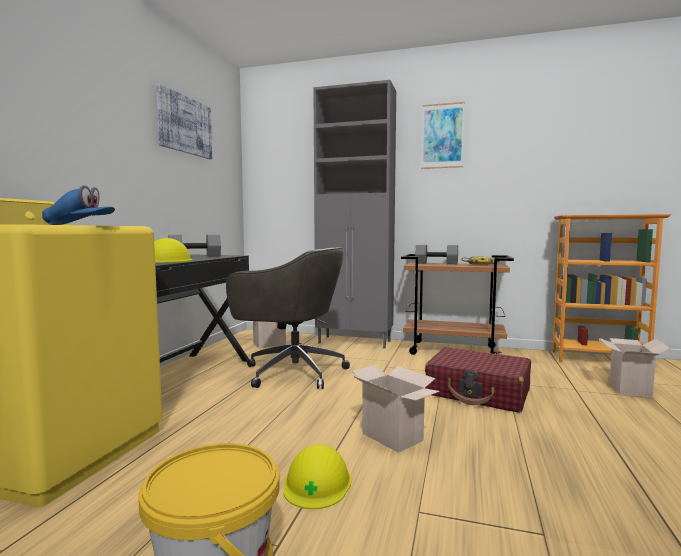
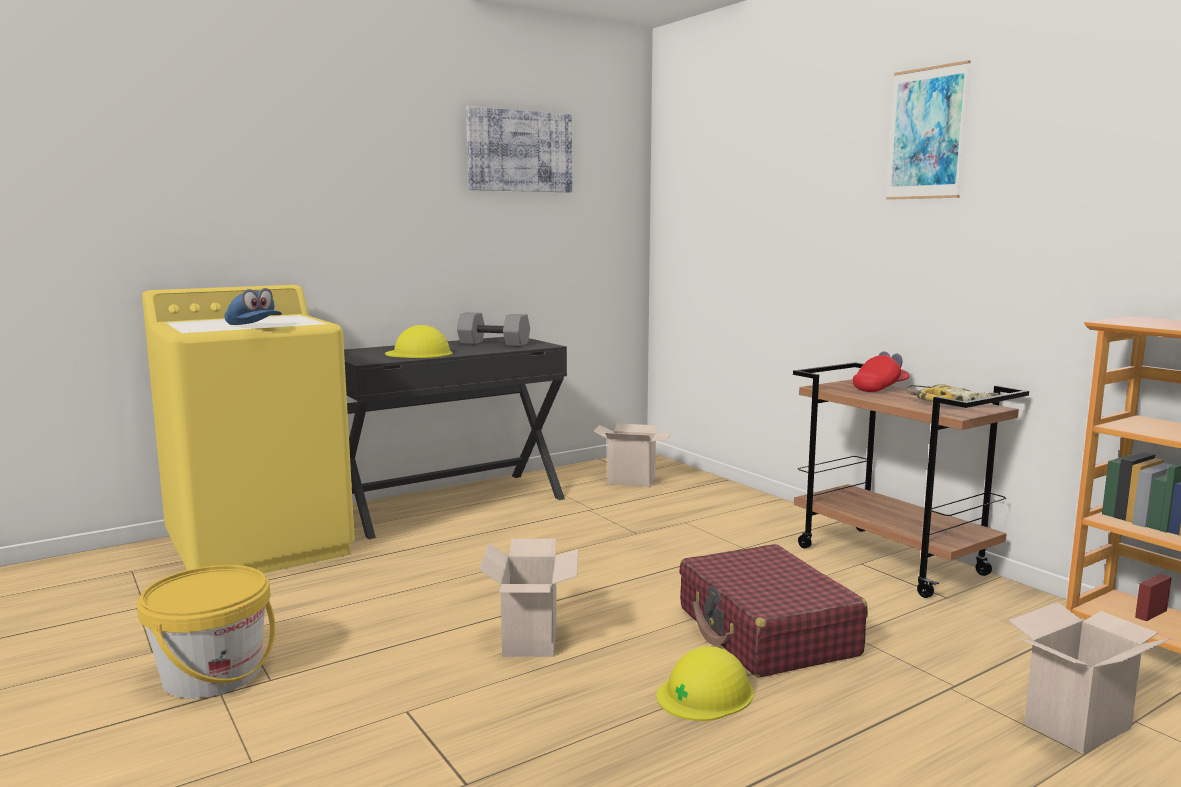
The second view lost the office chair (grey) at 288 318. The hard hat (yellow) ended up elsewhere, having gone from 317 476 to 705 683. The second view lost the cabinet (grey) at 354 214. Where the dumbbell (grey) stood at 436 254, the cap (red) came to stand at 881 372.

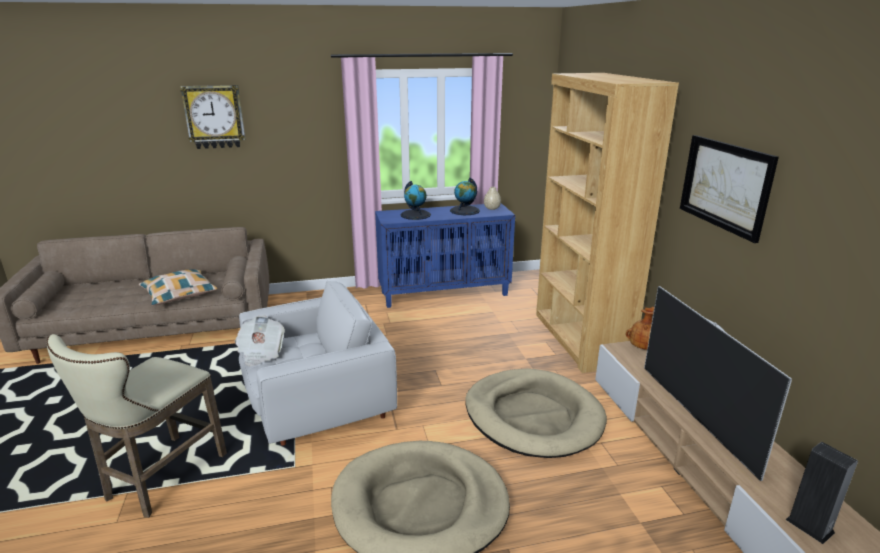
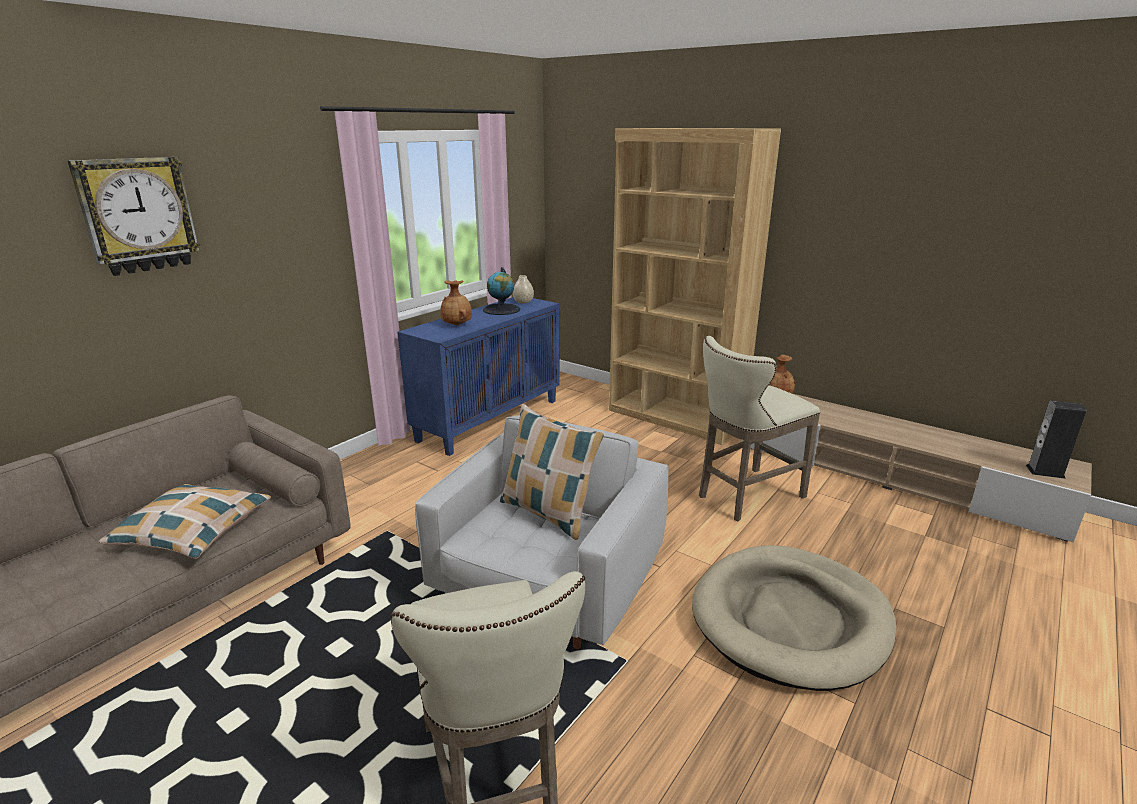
The second view lost the newspaper at 260 340. Where the globe stood at 415 200, the vase (brown) came to stand at 456 302. Where the dog bed (beige) stood at 536 413, the stool (beige) came to stand at 759 429. The second view lost the television at 718 383. The second view lost the picture at 729 189. The second view gained the pillow at 552 472.

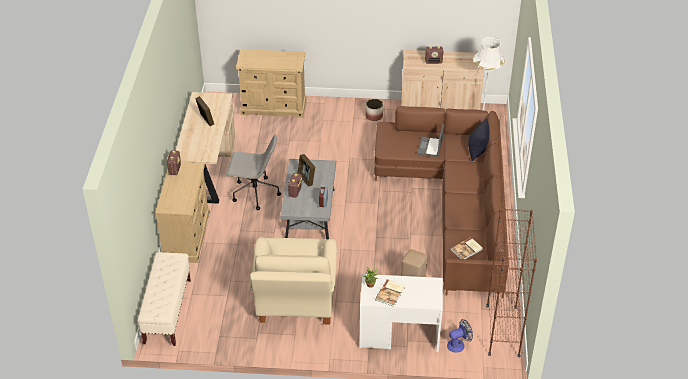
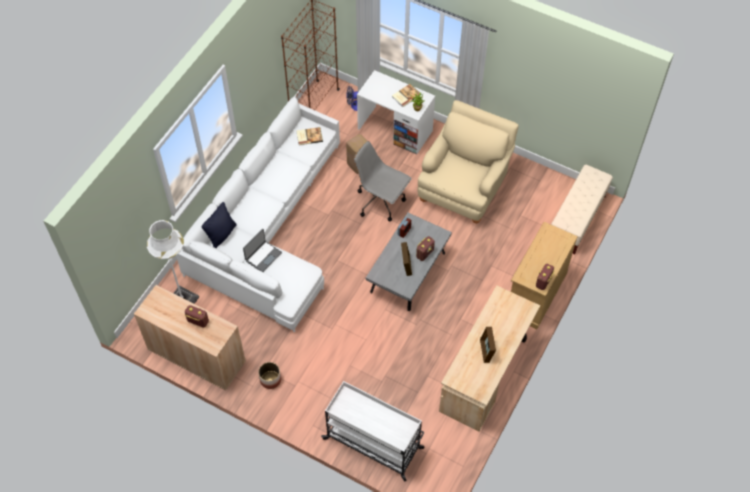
The office chair (grey) ended up elsewhere, having gone from 253 172 to 383 181. Where the dresser (beige) stood at 271 83, the cart (white) came to stand at 373 431. What was the sofa (brown) at 441 202 turned into the sofa (white) at 258 215.

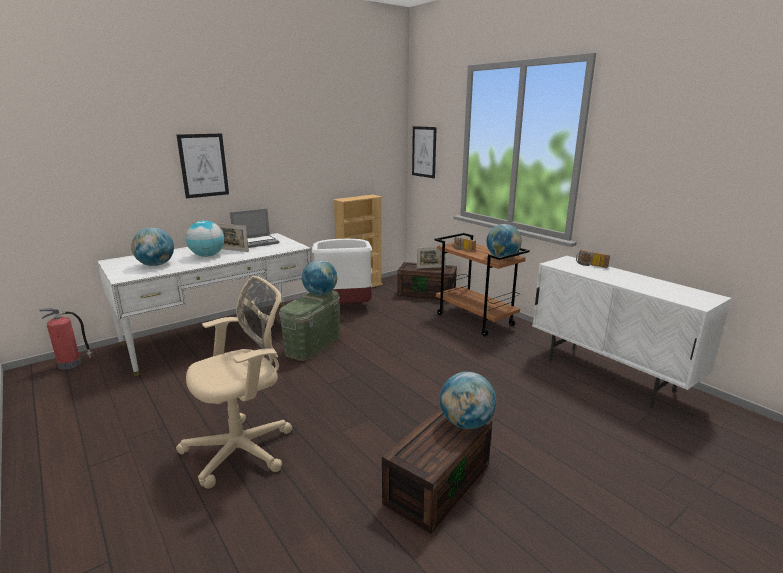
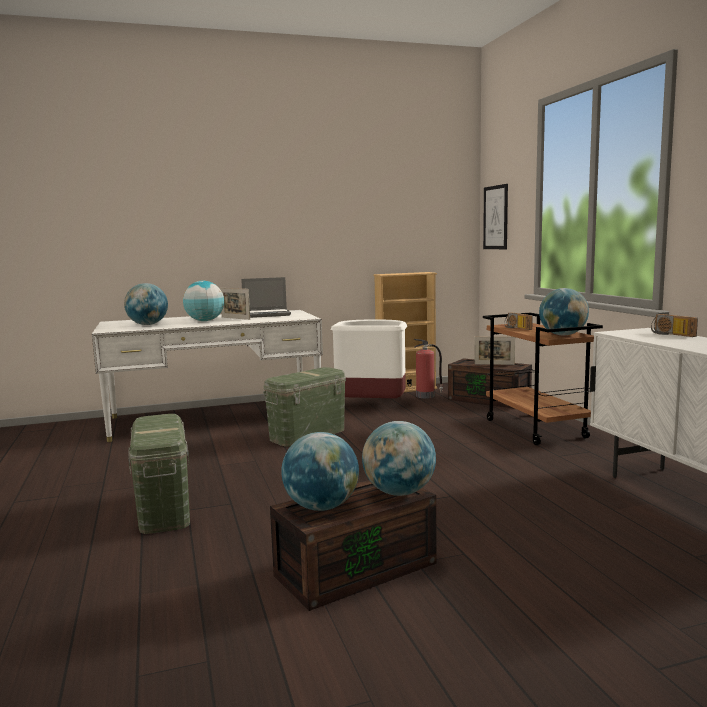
The fire extinguisher ended up elsewhere, having gone from 66 339 to 428 369. Where the office chair (beige) stood at 234 382, the storage box (green) came to stand at 159 474. The second view lost the picture at 203 165. The globe ended up elsewhere, having gone from 319 277 to 320 471.

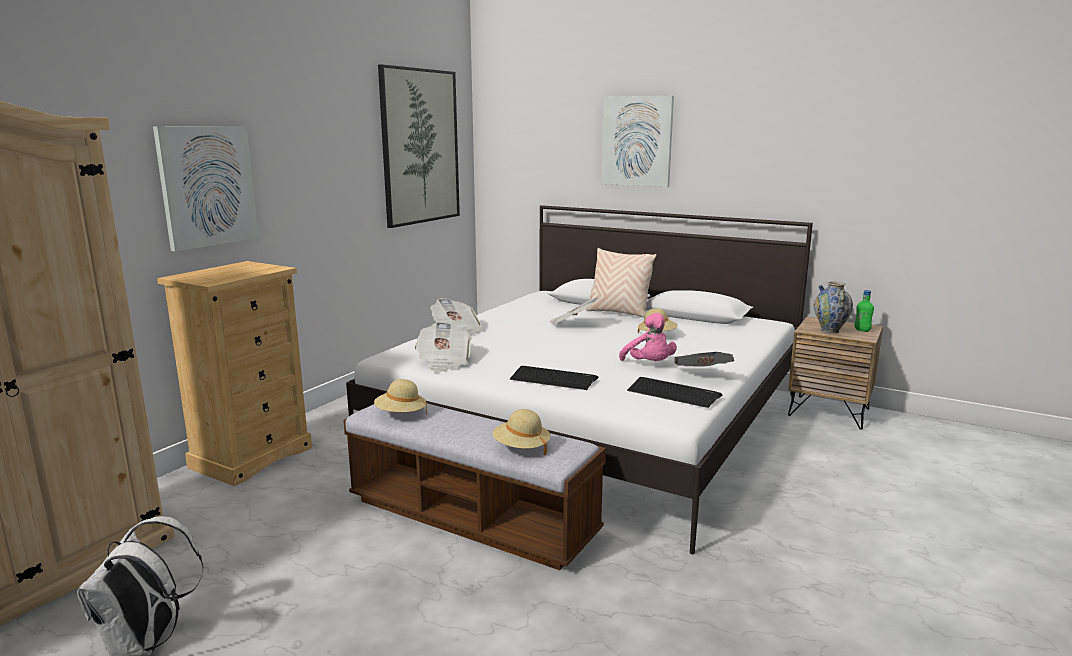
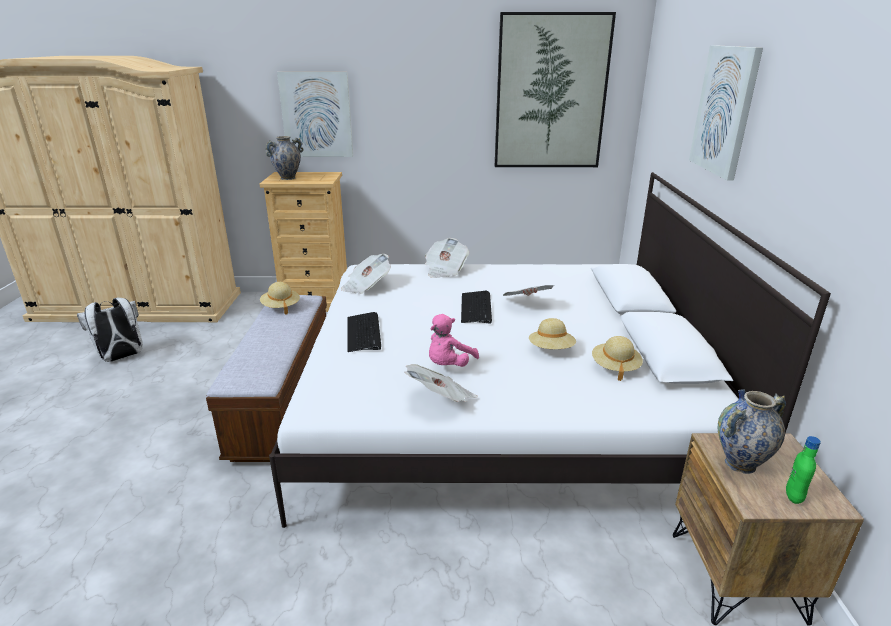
The hat (beige) ended up elsewhere, having gone from 521 432 to 617 358. The second view lost the pillow (beige) at 621 283. The keyboard ended up elsewhere, having gone from 674 392 to 476 307. The second view gained the vase at 284 158.

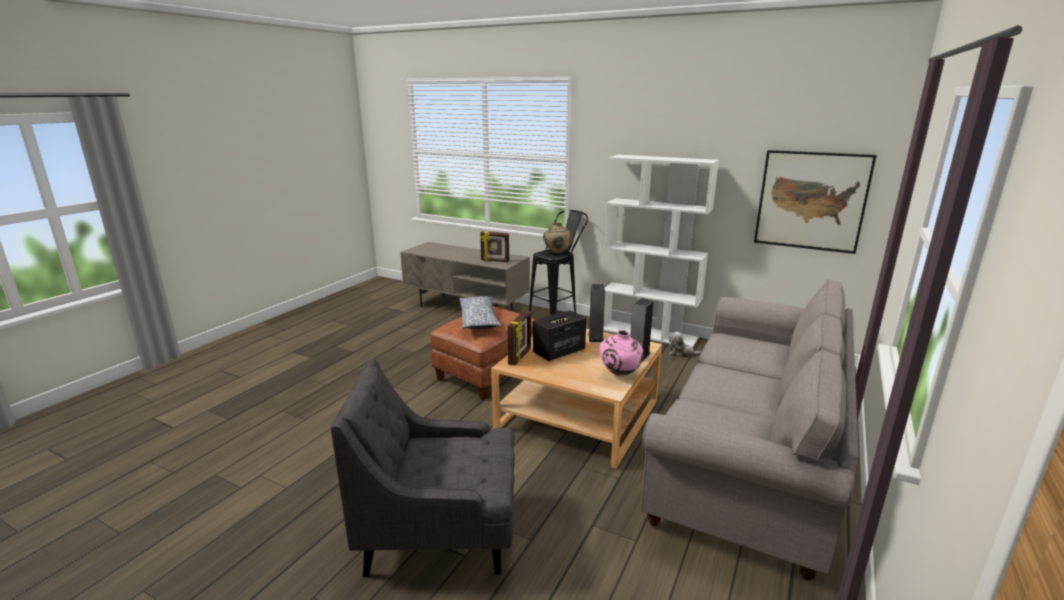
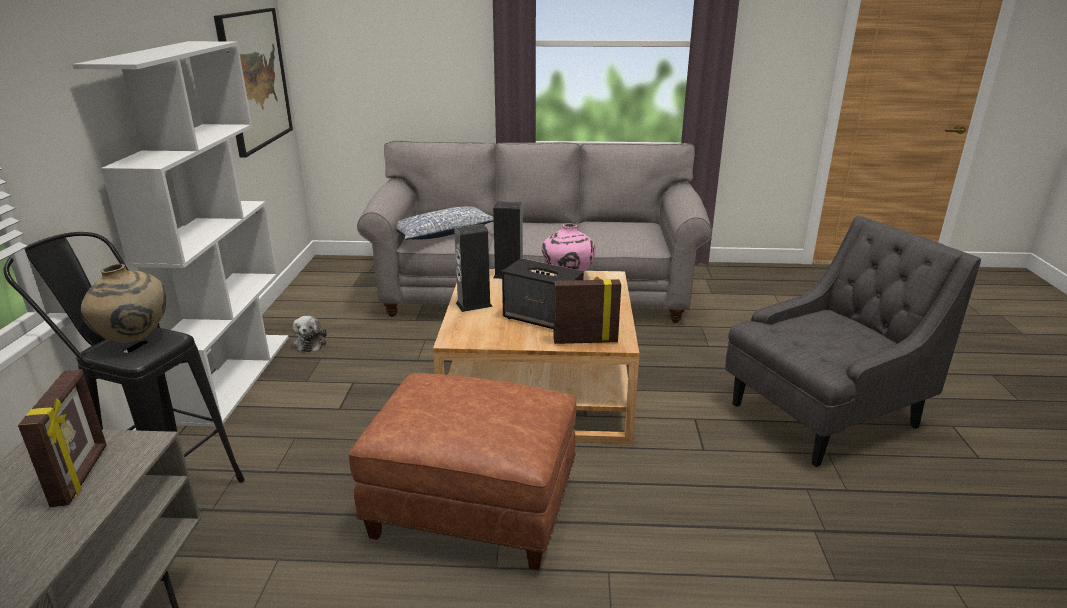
The armchair (grey) at 423 468 ended up facing another way, 90 degrees counterclockwise from before. The pillow ended up elsewhere, having gone from 480 312 to 445 223.

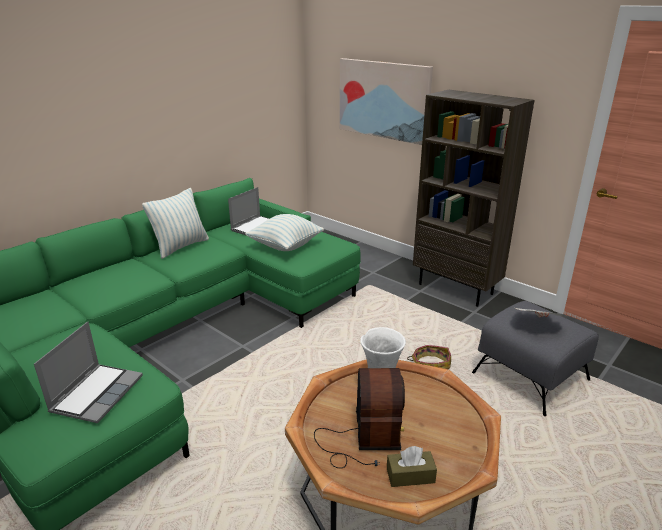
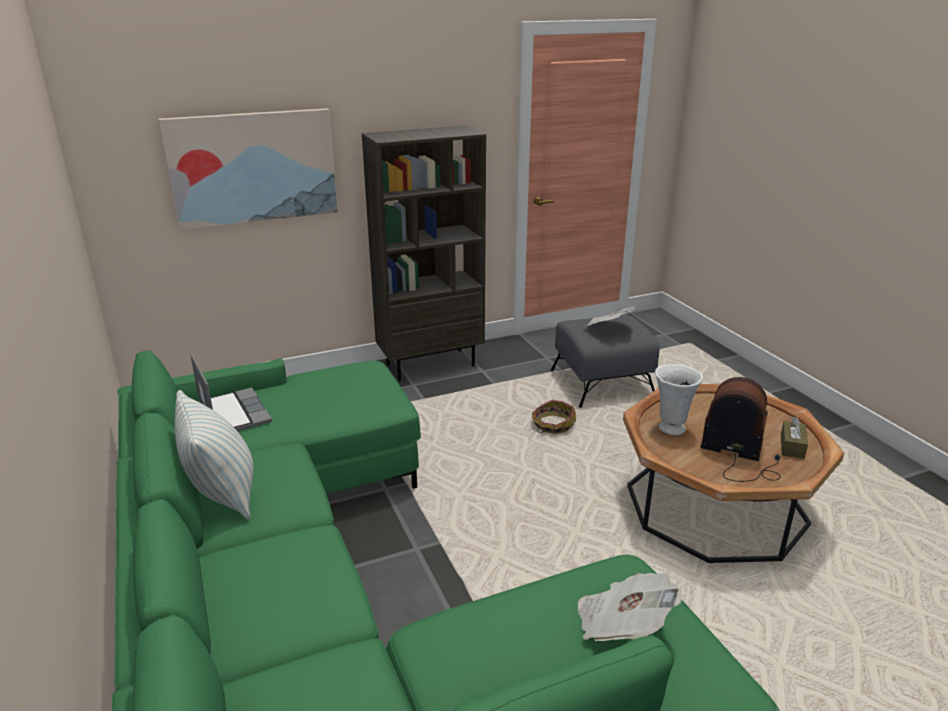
Where the laptop stood at 88 372, the newspaper came to stand at 630 607. The second view lost the pillow at 284 232.

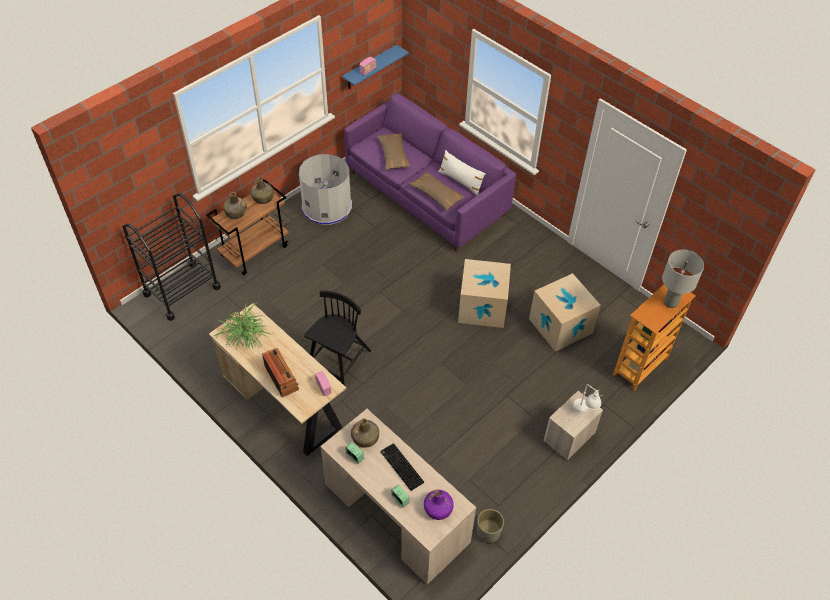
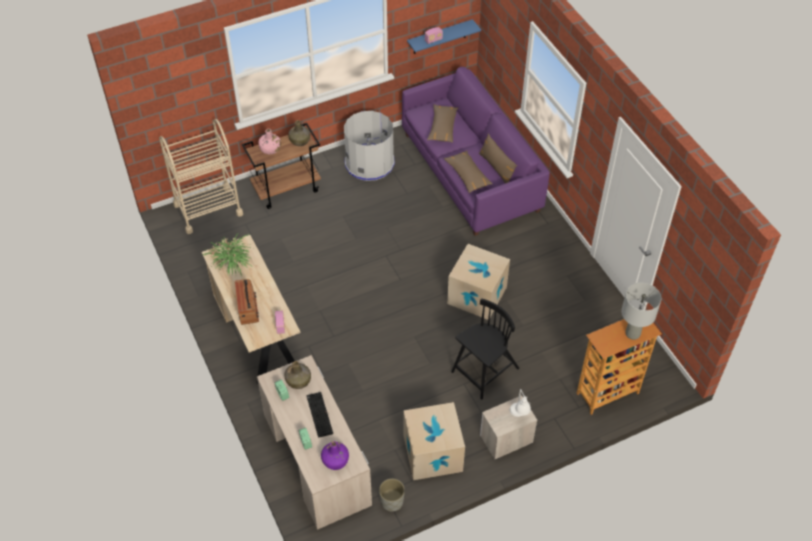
What was the cart (black) at 171 257 turned into the cart (beige) at 201 176. What was the bottle (green) at 235 205 turned into the bottle (pink) at 269 141. The chair (black) ended up elsewhere, having gone from 337 338 to 485 348. What was the pillow (white) at 462 173 turned into the pillow (brown) at 498 158. The cardboard box ended up elsewhere, having gone from 565 312 to 434 441.

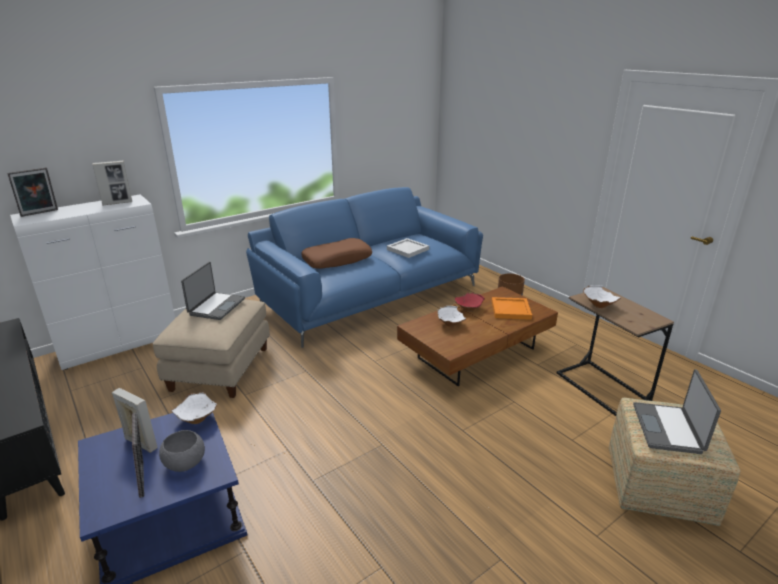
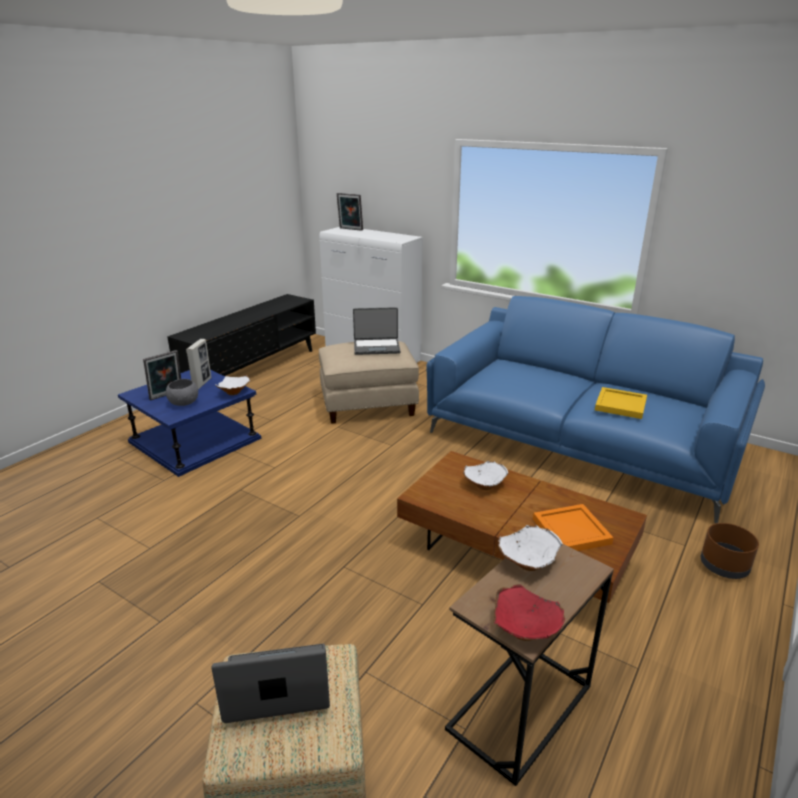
The second view lost the picture frame at 112 183. The second view lost the pillow (brown) at 336 253. What was the tray (white) at 408 248 turned into the tray (yellow) at 621 403. The bowl (red) ended up elsewhere, having gone from 469 302 to 529 612.

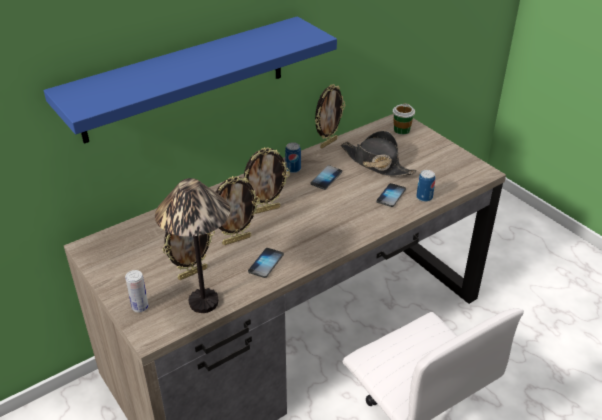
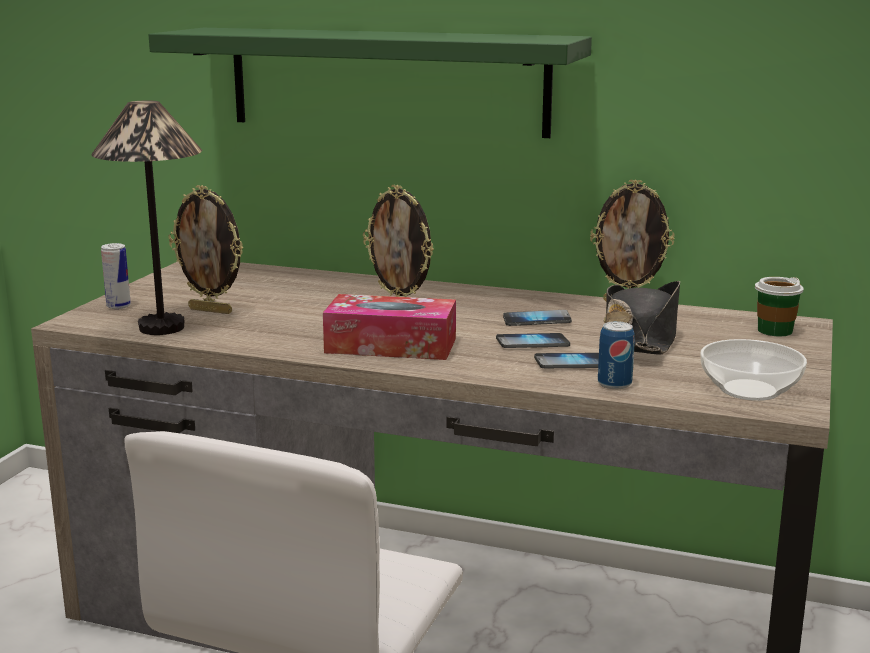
What was the shelf (blue) at 190 80 turned into the shelf (green) at 370 83. The second view lost the picture frame at 238 210. The phone ended up elsewhere, having gone from 266 263 to 533 340. The second view lost the can at 293 157. The second view gained the tissue box at 389 327. The second view gained the bowl at 753 370.

